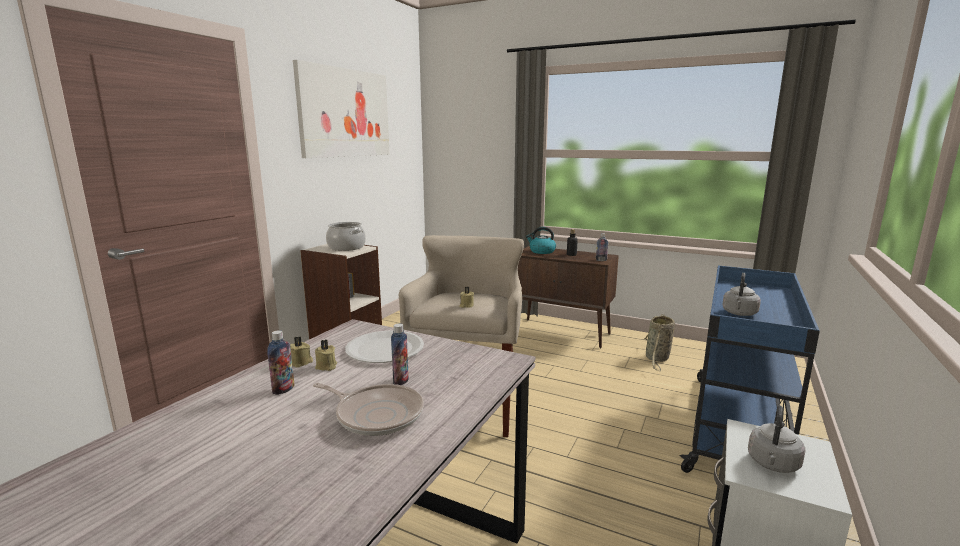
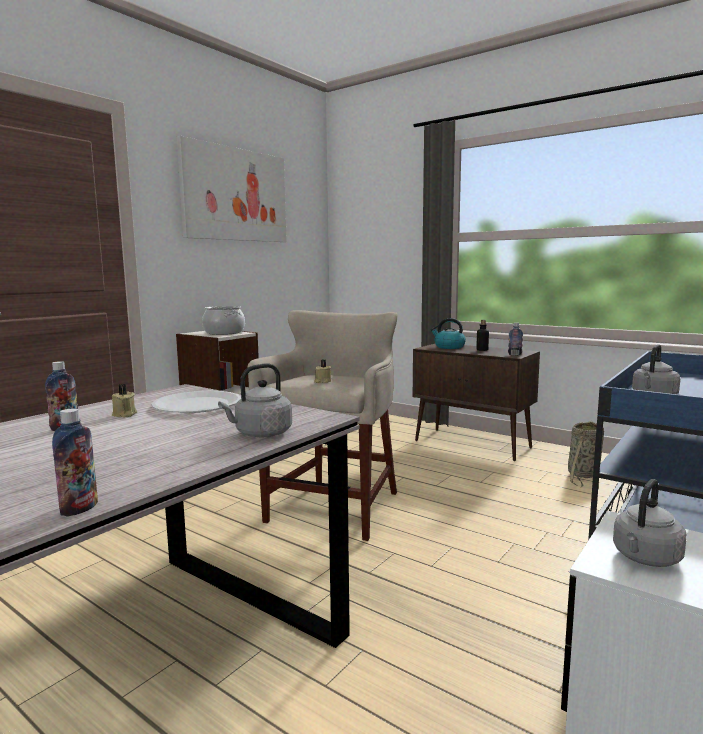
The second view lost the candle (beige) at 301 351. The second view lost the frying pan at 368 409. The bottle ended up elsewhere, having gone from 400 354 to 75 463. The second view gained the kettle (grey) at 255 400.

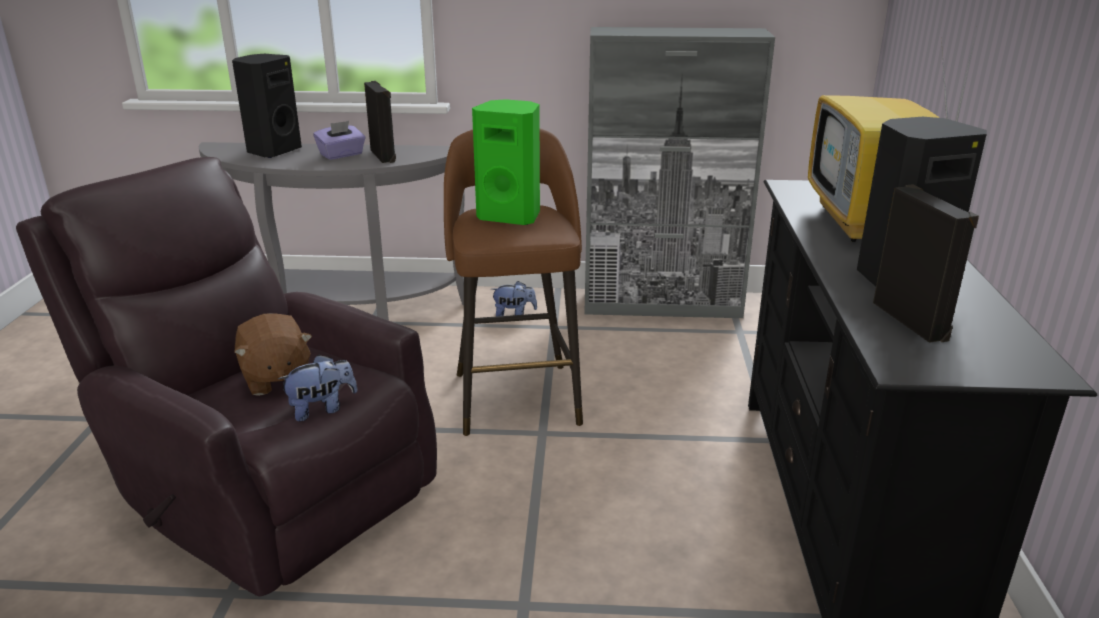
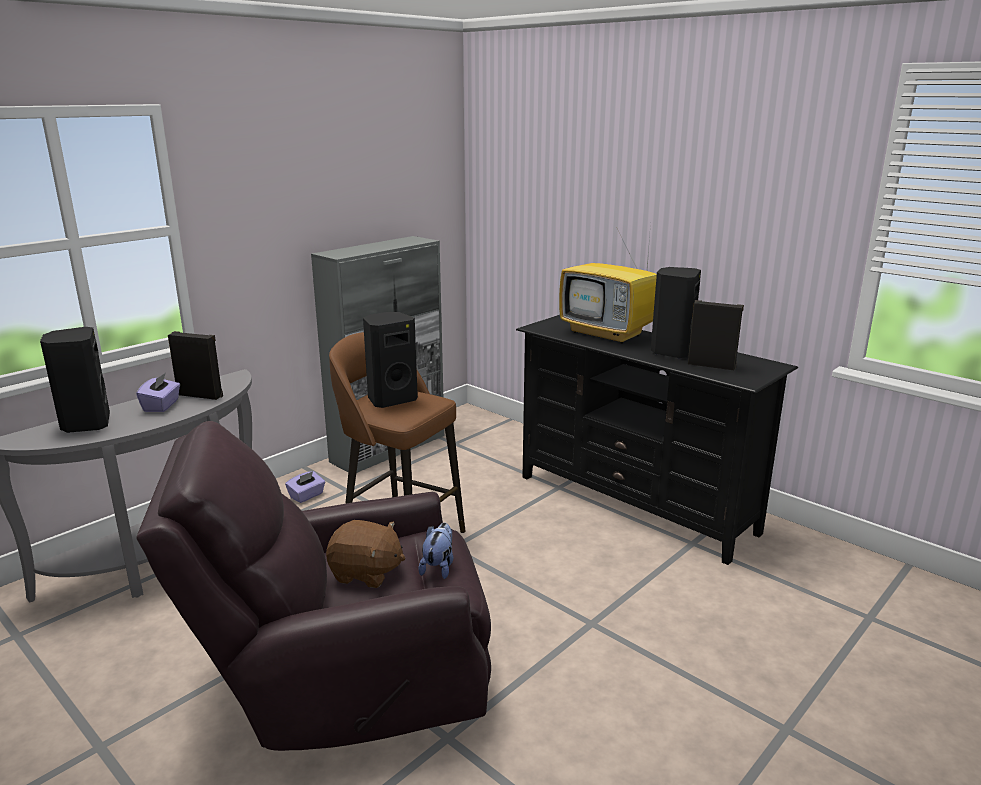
What was the speaker (green) at 506 162 turned into the speaker (black) at 390 360. Where the plush toy stood at 514 298, the tissue box (purple) came to stand at 305 487.

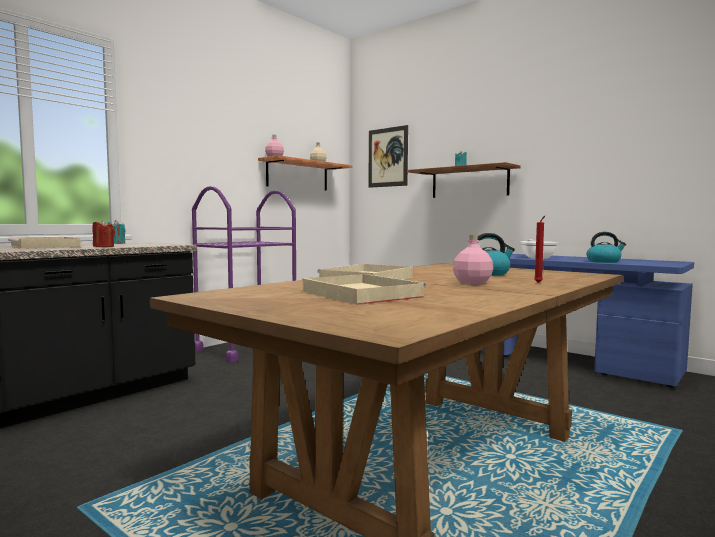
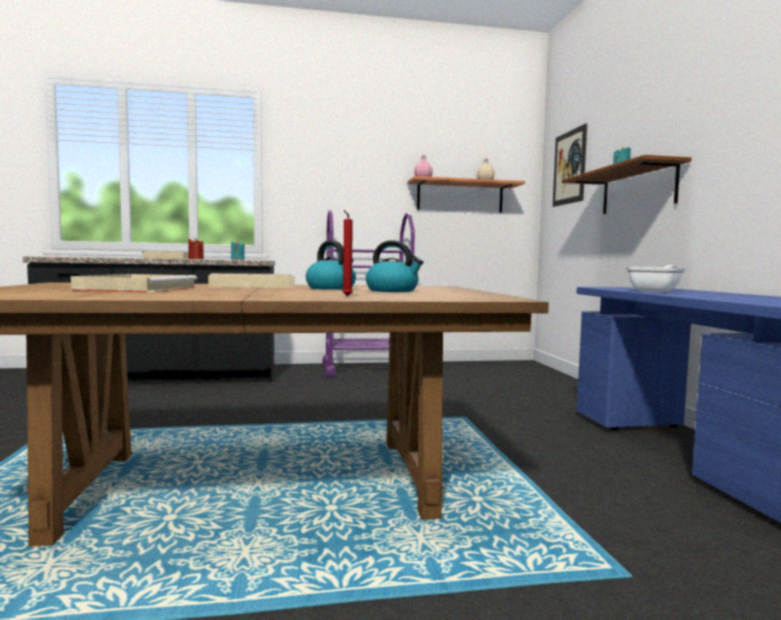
The second view lost the bottle (pink) at 473 260. The kettle ended up elsewhere, having gone from 606 247 to 331 265.

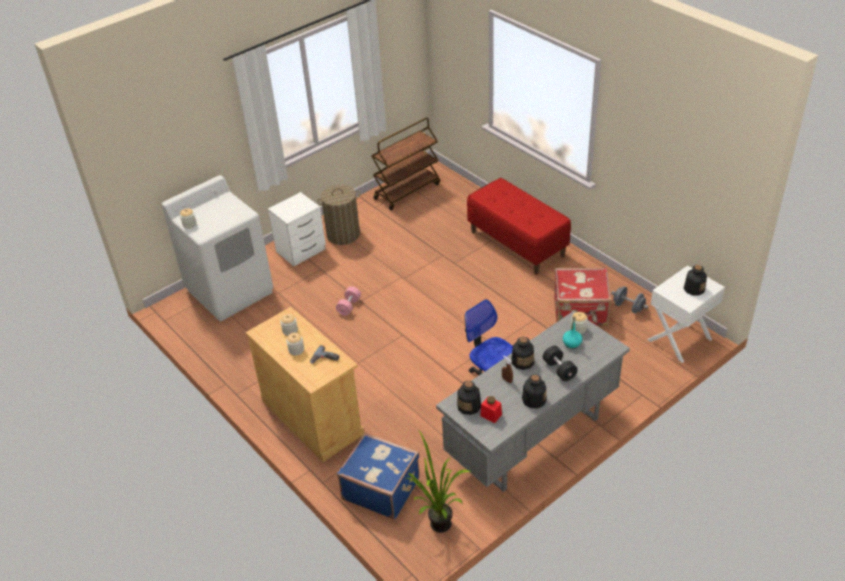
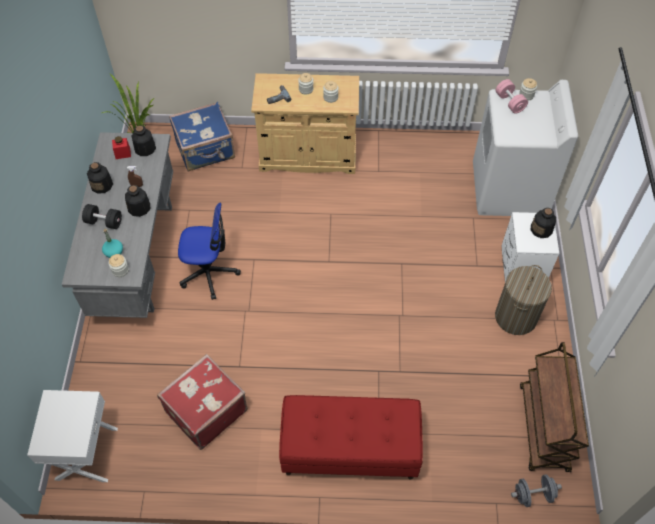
The dumbbell (pink) ended up elsewhere, having gone from 348 301 to 512 96. The dumbbell (grey) ended up elsewhere, having gone from 629 300 to 536 490. The bottle ended up elsewhere, having gone from 695 280 to 543 223.

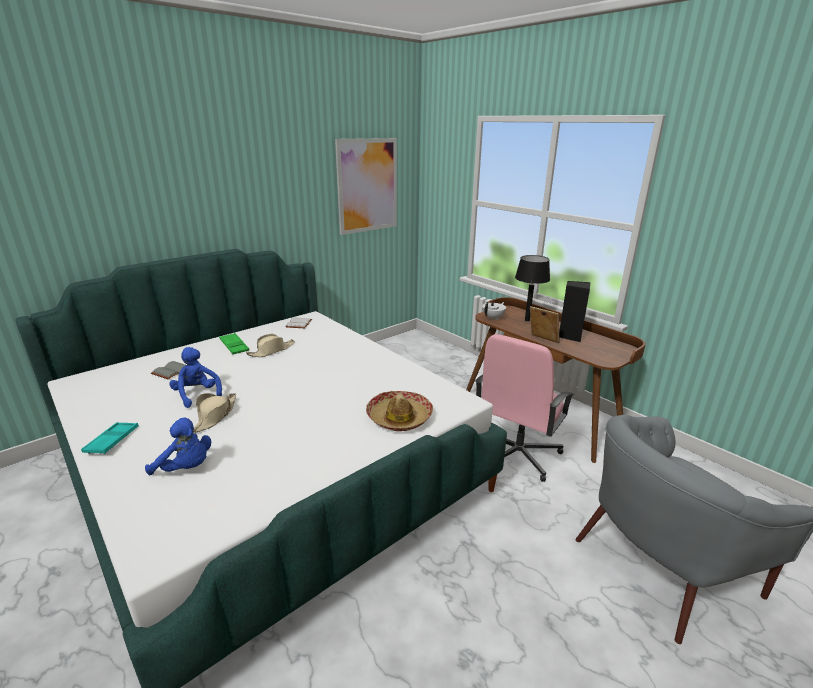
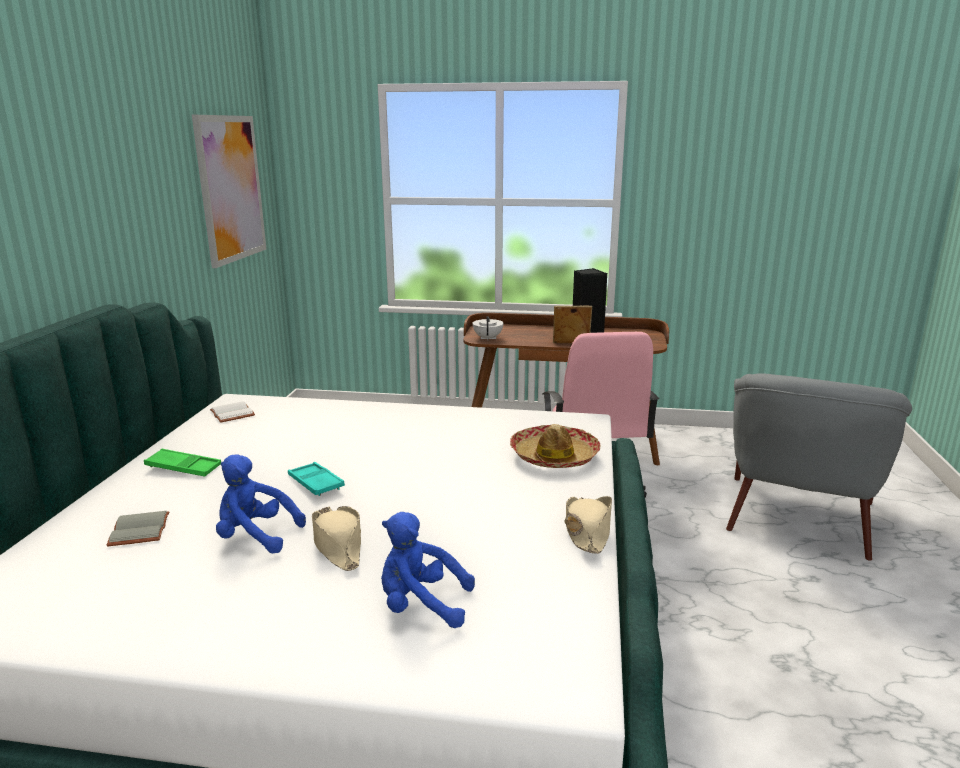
The tray (turquoise) ended up elsewhere, having gone from 110 438 to 316 479. The plush toy (blue) at 178 446 ended up facing another way, 150 degrees counterclockwise from before. The hat (beige) ended up elsewhere, having gone from 270 345 to 588 525. The second view lost the table lamp (black) at 532 288.

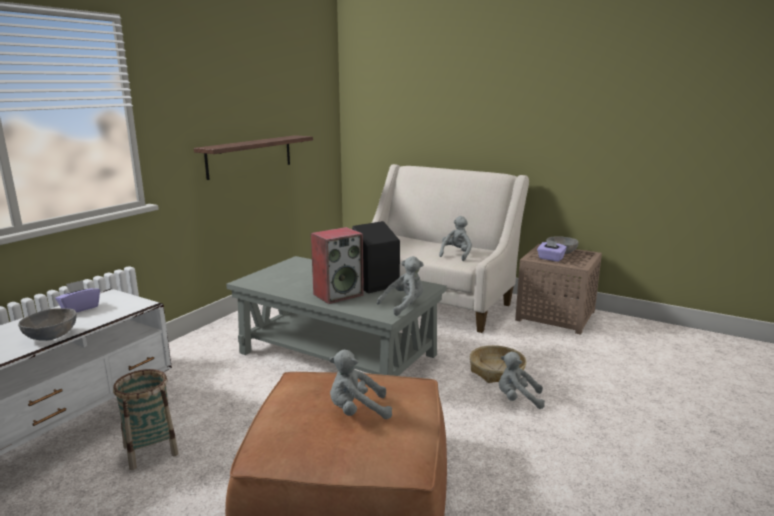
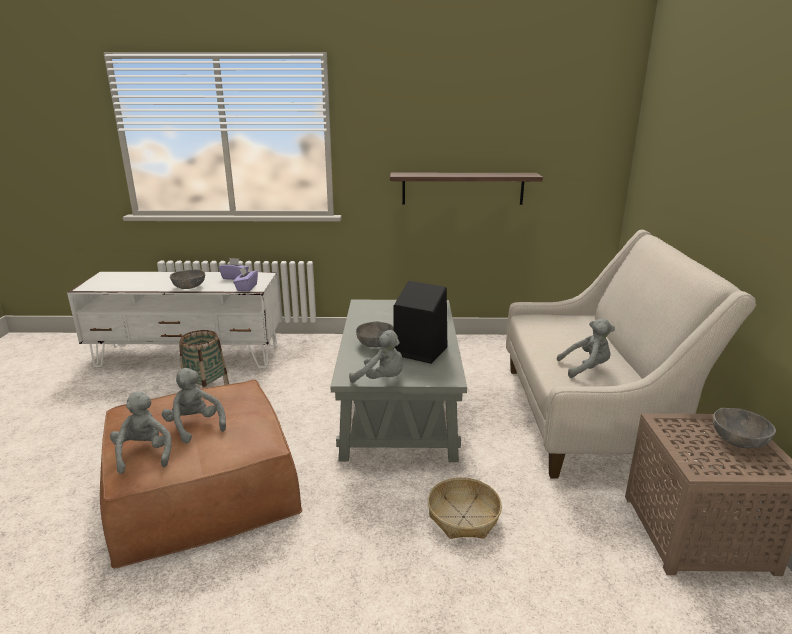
Where the speaker stood at 337 265, the bowl (grey) came to stand at 375 334. The plush toy (grey) ended up elsewhere, having gone from 522 380 to 141 433. The tissue box (purple) ended up elsewhere, having gone from 552 251 to 245 278.

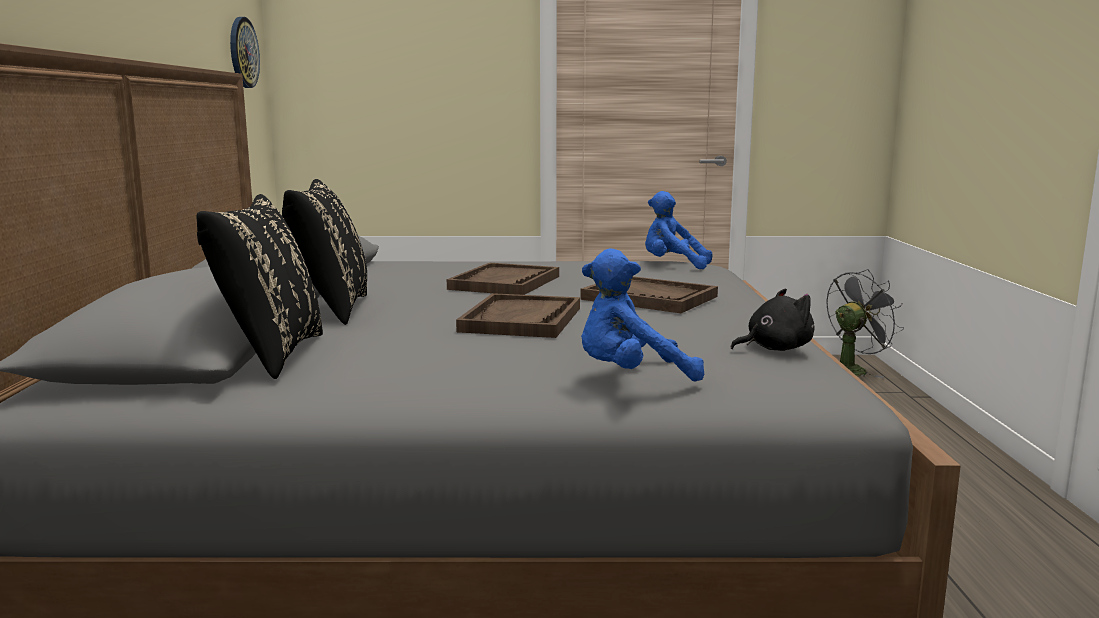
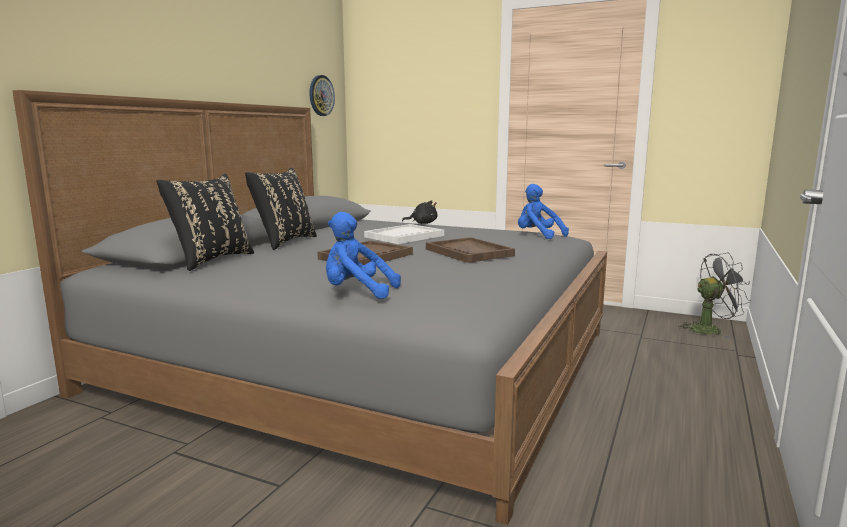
What was the tray (brown) at 503 279 turned into the tray (white) at 404 234. The plush toy (black) ended up elsewhere, having gone from 772 319 to 420 212.

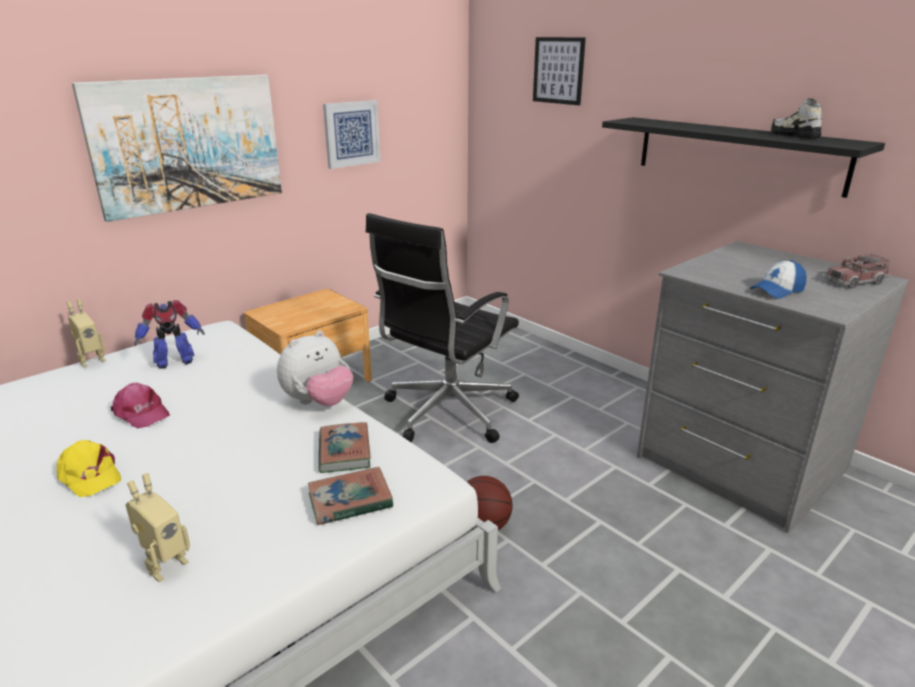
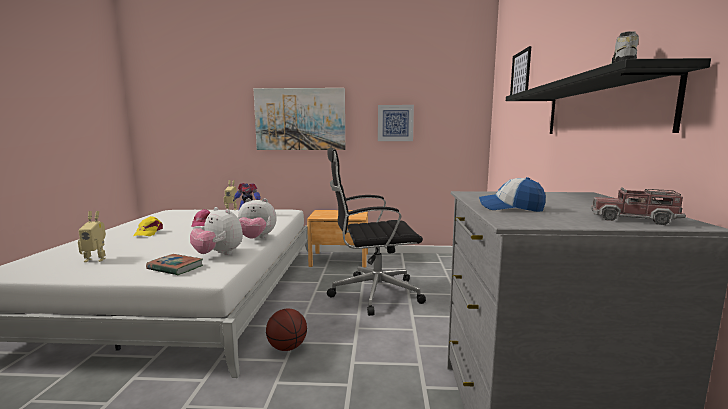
Where the book stood at 345 447, the plush toy came to stand at 216 231.

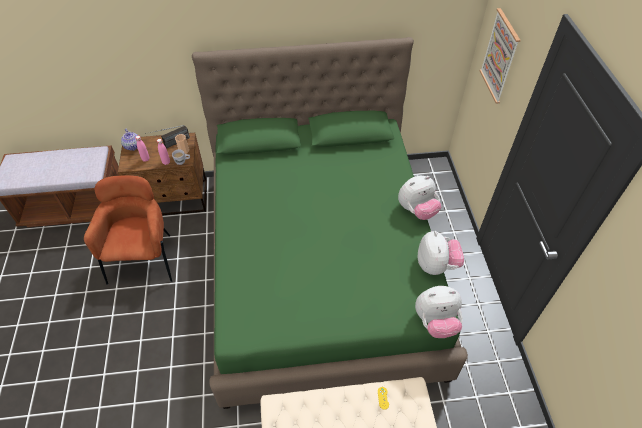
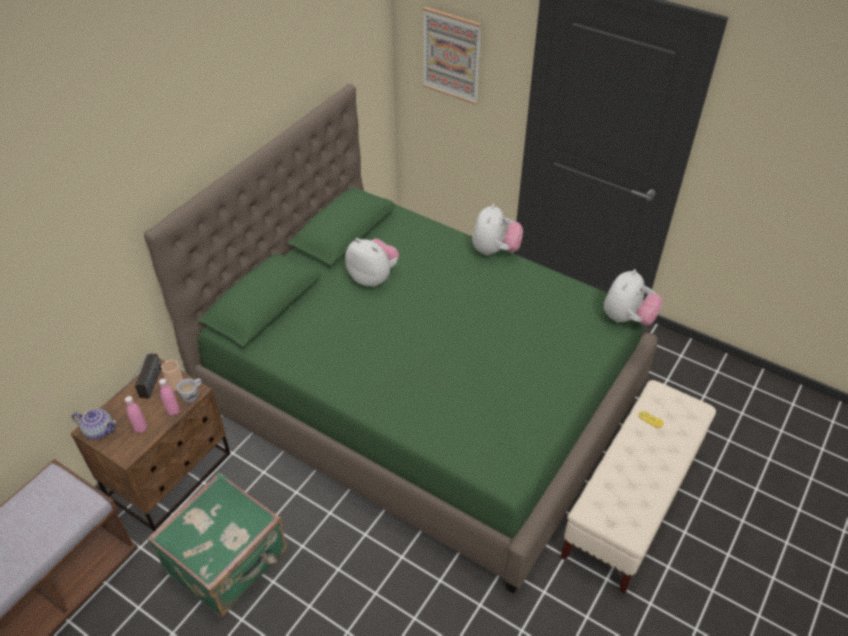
Where the armchair (brown) stood at 128 230, the suitcase (green) came to stand at 217 544. The plush toy ended up elsewhere, having gone from 441 253 to 372 262.

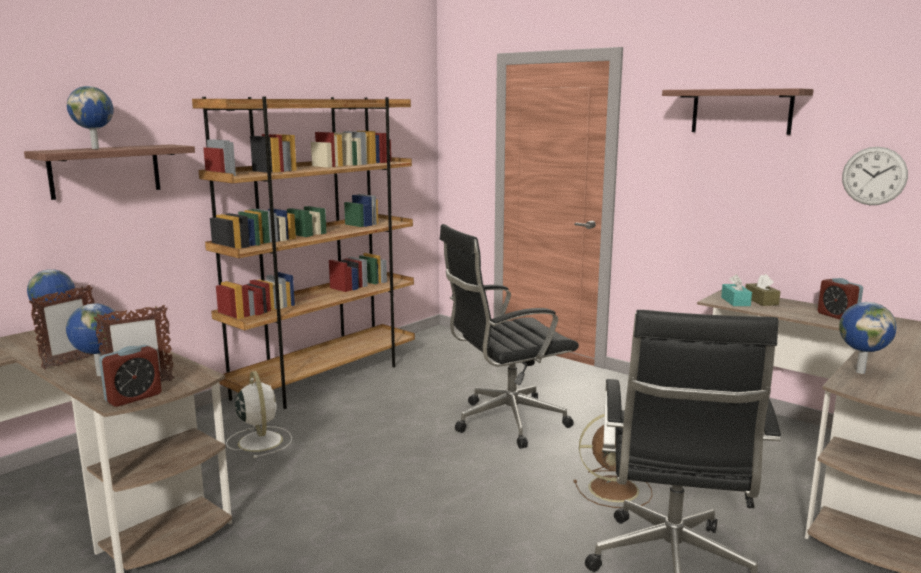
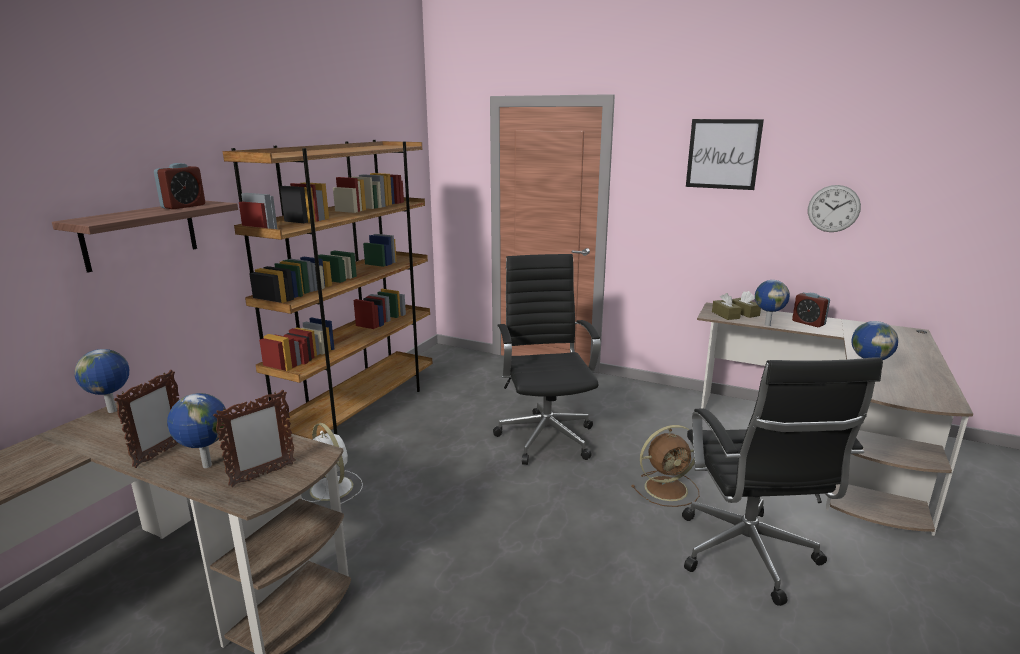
The globe ended up elsewhere, having gone from 90 117 to 772 303. The alarm clock ended up elsewhere, having gone from 130 376 to 179 186. The office chair (black) at 509 336 ended up facing another way, 120 degrees clockwise from before. Where the shelf hung at 738 111, the picture came to hang at 725 154. What was the tissue box (turquoise) at 736 290 turned into the tissue box (brown) at 726 306.

